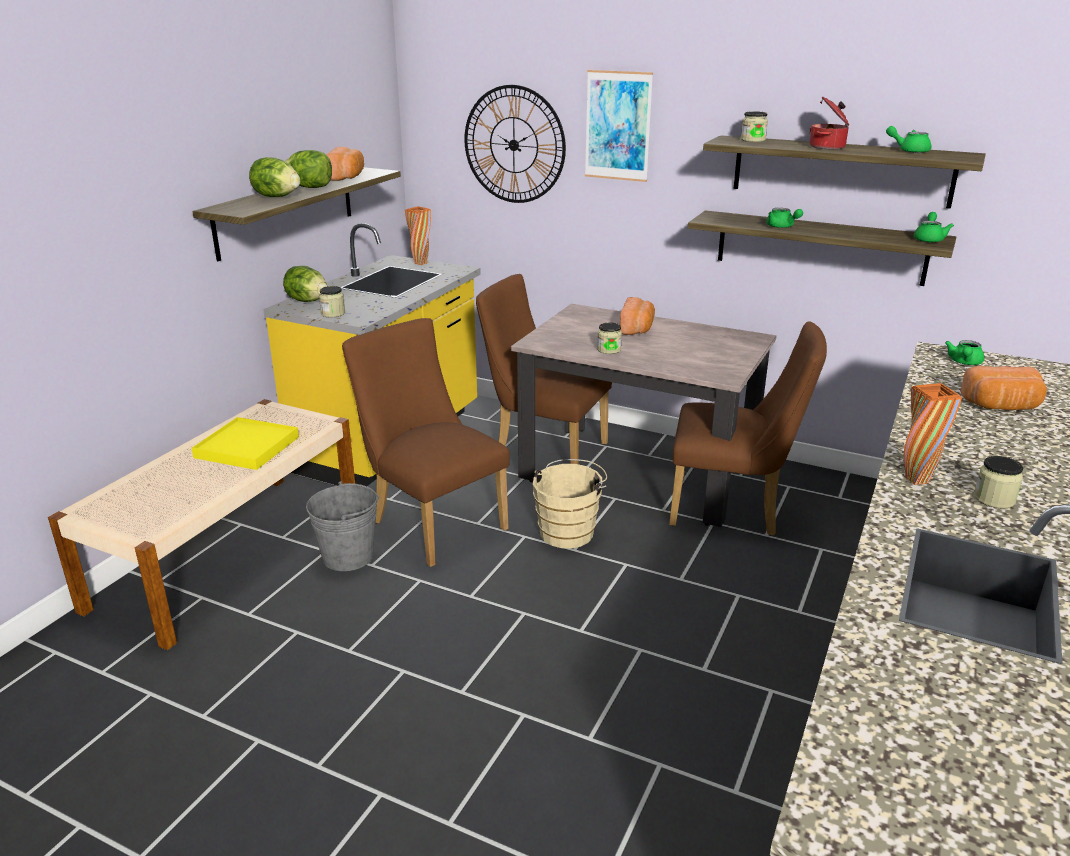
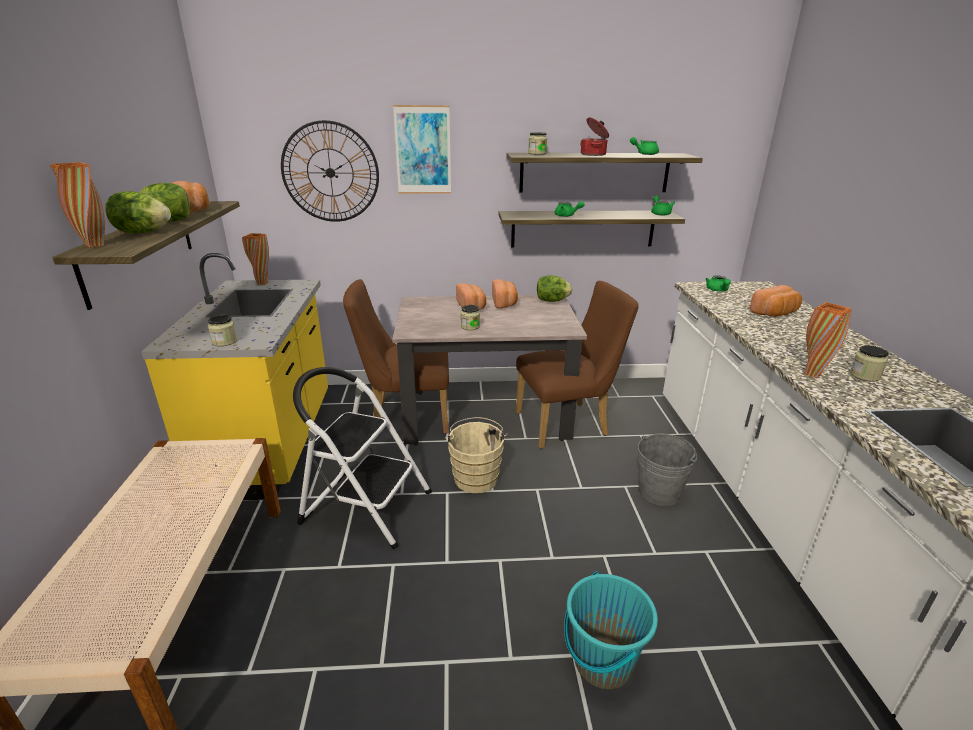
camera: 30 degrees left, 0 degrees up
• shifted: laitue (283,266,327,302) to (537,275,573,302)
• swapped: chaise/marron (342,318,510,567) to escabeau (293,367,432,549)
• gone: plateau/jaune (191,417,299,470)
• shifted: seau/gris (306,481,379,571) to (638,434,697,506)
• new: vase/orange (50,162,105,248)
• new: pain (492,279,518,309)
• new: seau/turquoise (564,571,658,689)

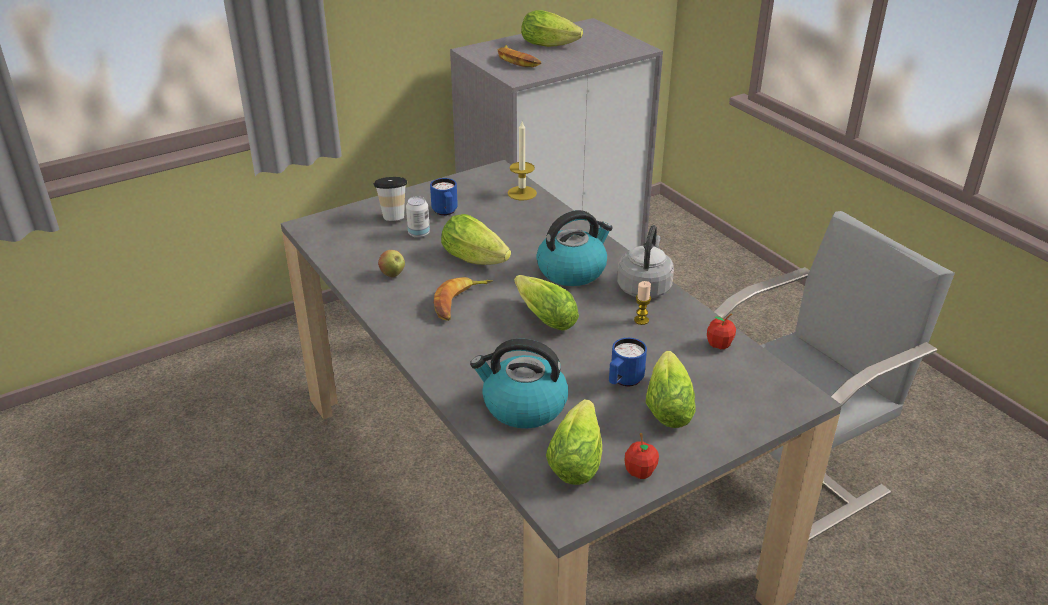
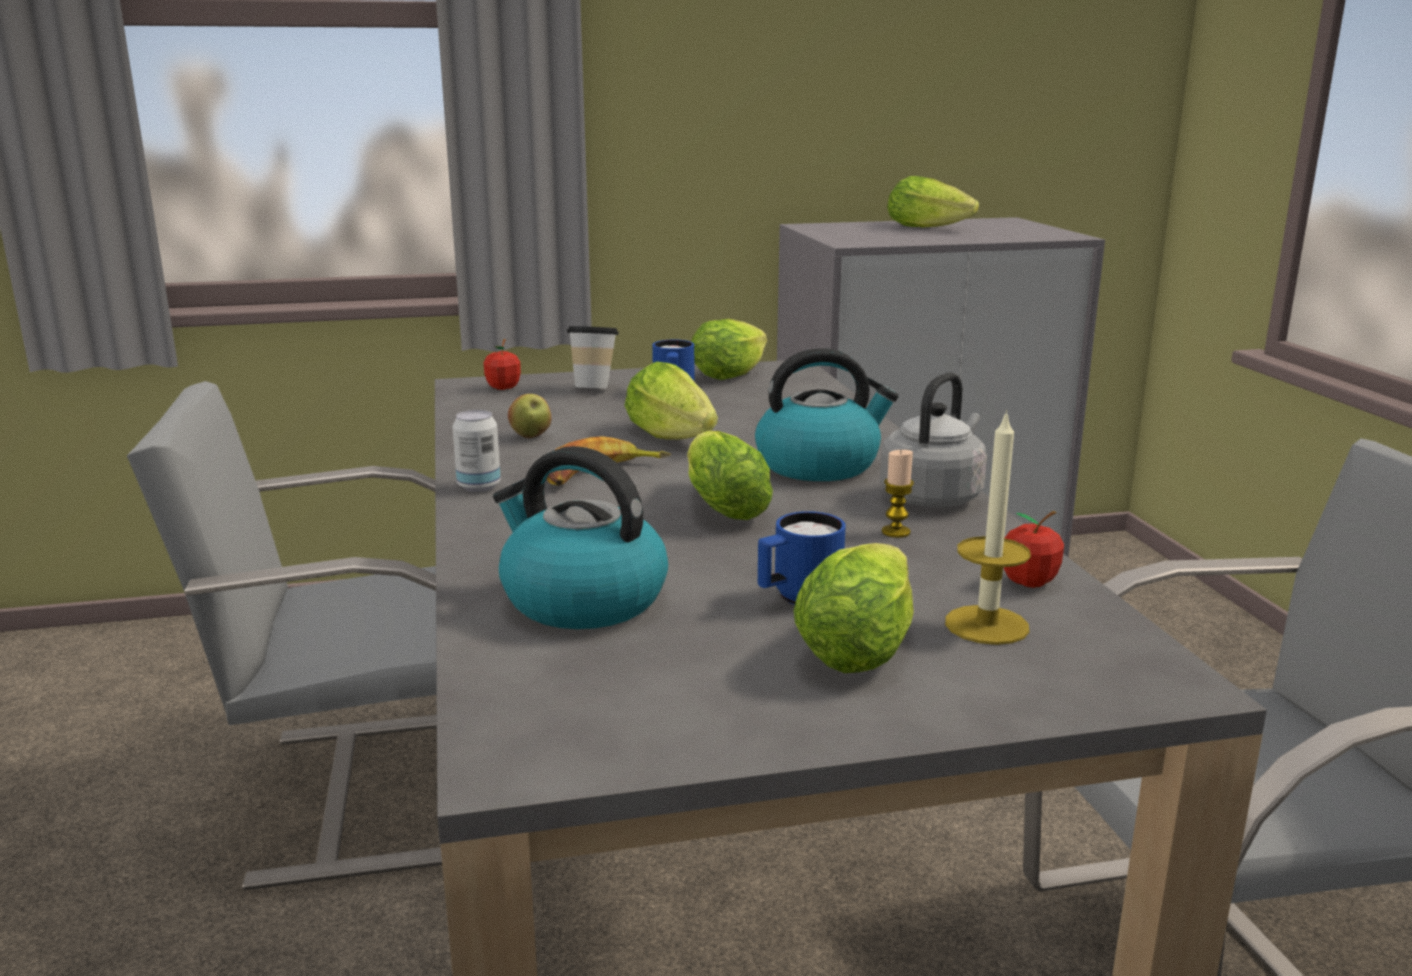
camera: 20 degrees right, 15 degrees down
• gone: banane (497,45,541,67)
• shifted: bougie (508,122,537,201) to (945,410,1031,645)
• shifted: boîte métallique (406,196,430,238) to (453,410,501,492)
• shifted: laitue (546,399,602,485) to (691,319,767,380)
• shifted: pomme (625,433,659,479) to (484,339,521,390)
• new: chaise/gris (127,381,442,890)

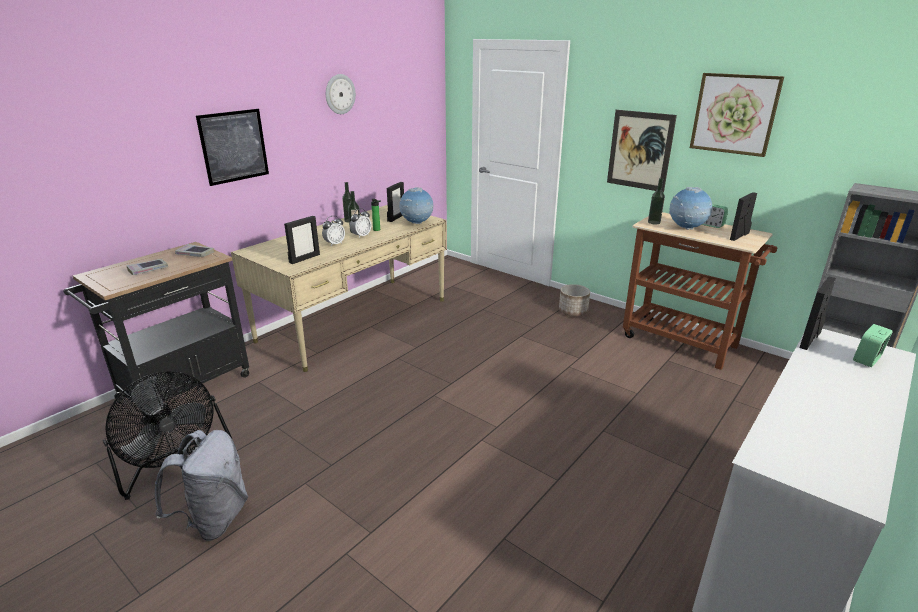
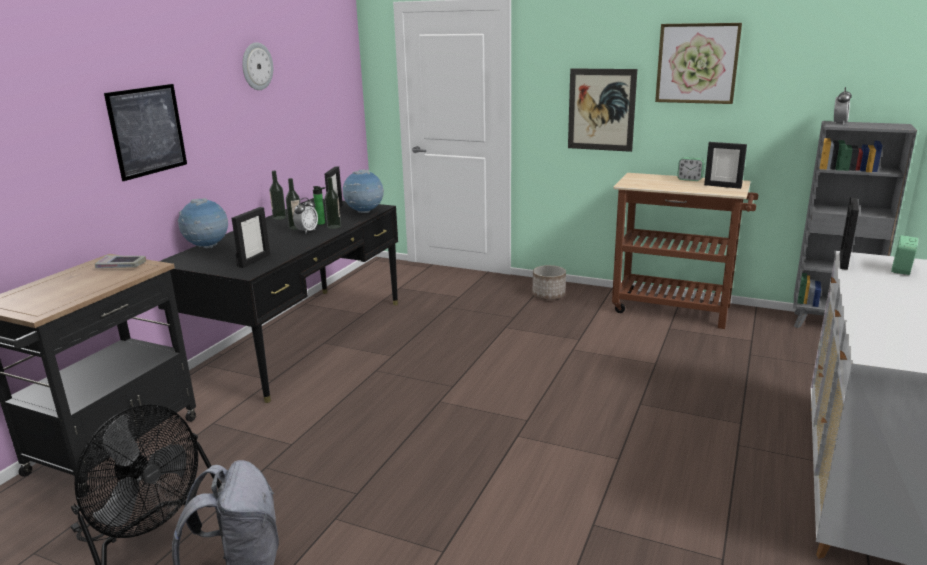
camera: 15 degrees left, 5 degrees down
• shifted: bouteille (648,178,665,224) to (325,177,341,229)
• shifted: globe (669,187,713,230) to (178,198,228,249)
• rotated: cadre photo (730,192,757,241) = (704,142,747,189) 90 degrees counterclockwise
• repainted: bureau/beige (231,205,447,372) to bureau/noir (158,198,398,403)
• shifted: réveil (322,216,345,247) to (834,87,852,125)
• gone: livre (126,259,168,275)

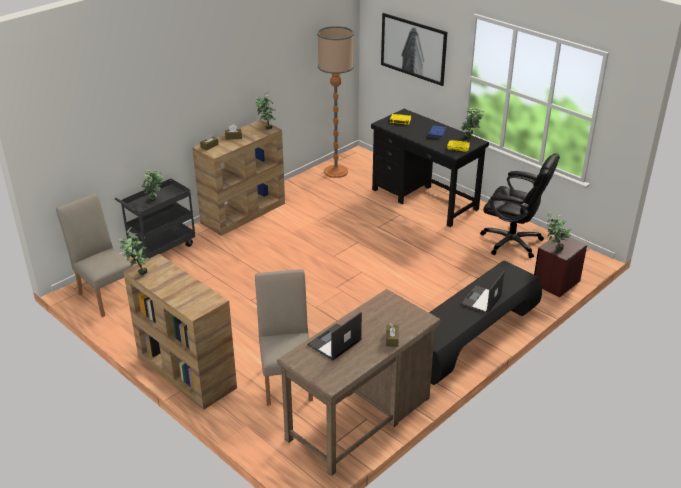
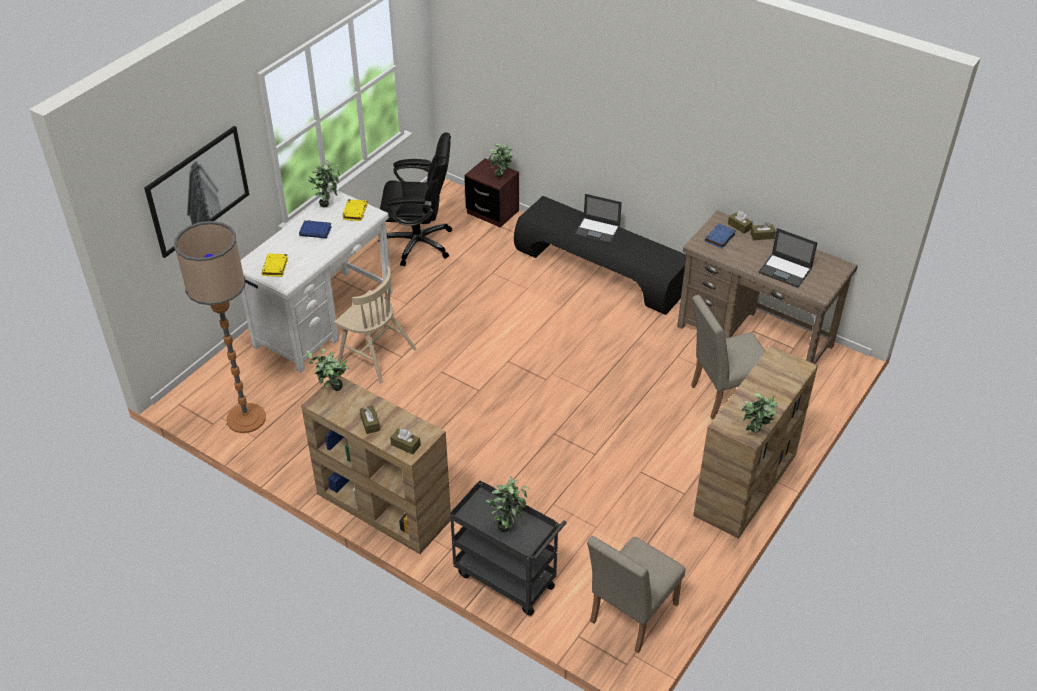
camera: 100 degrees left, 10 degrees up
• repainted: bureau/noir (371,109,489,227) to bureau/blanc (241,190,393,373)
• rotated: chaise de bureau/noir (480,153,560,258) = (380,133,452,266) 75 degrees clockwise
• new: boîte à mouchoirs/marron (728,211,753,234)
• new: livre/bleu (705,224,736,249)
• new: chaise/beige (334,266,417,383)

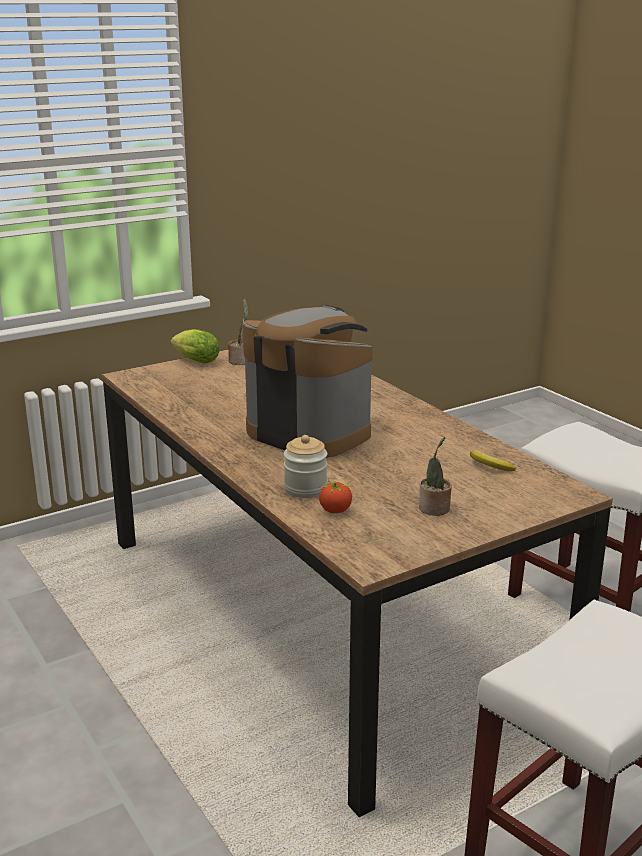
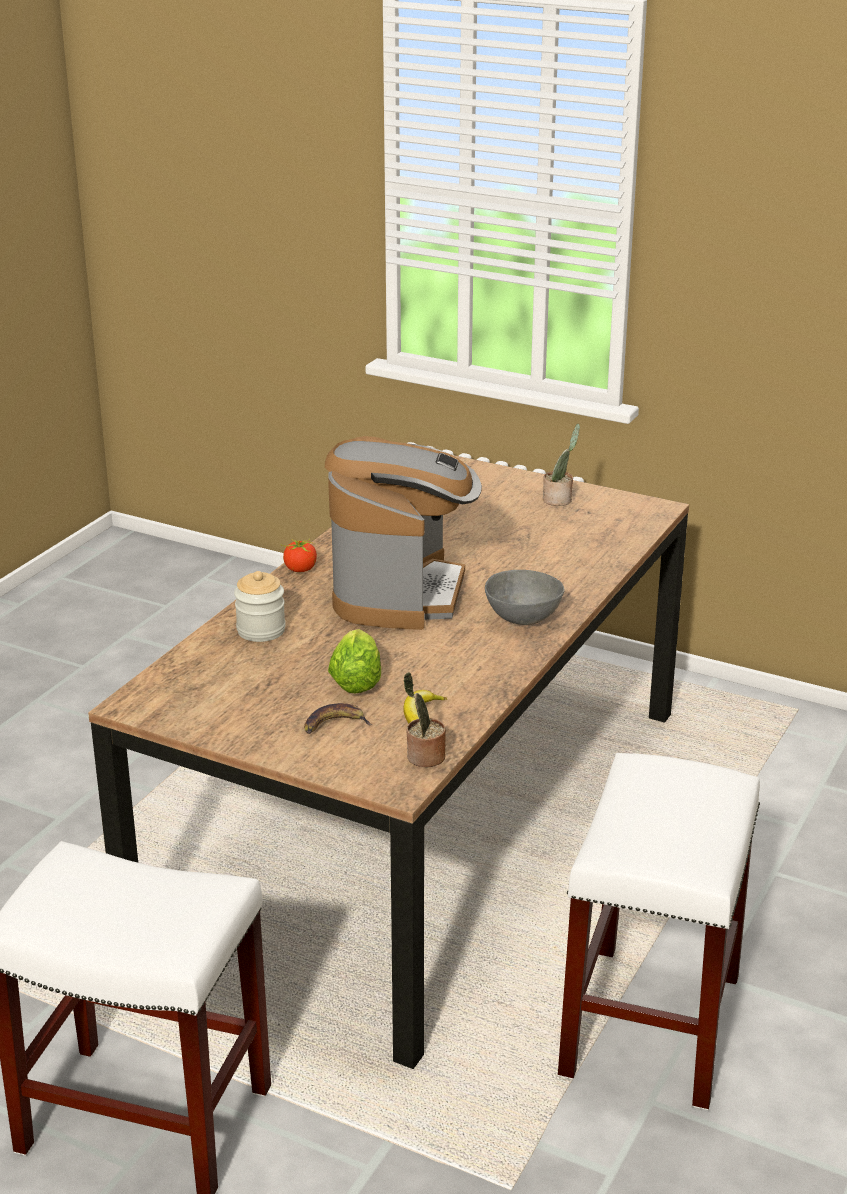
camera: 60 degrees right, 5 degrees up
• shifted: laitue (171,329,219,363) to (328,629,381,693)
• shifted: plante en pot (419,437,452,516) to (403,672,446,767)
• shifted: tomate (319,480,352,514) to (281,539,317,572)
• new: bol/gris (485,570,565,625)
• new: banane (304,703,373,734)

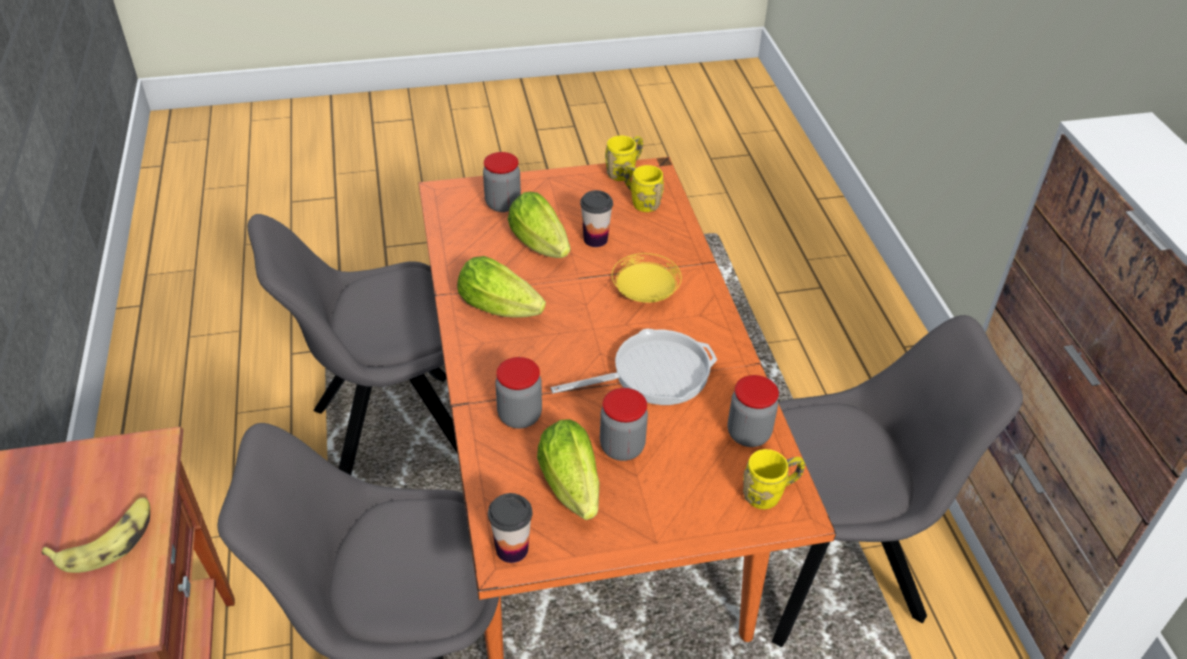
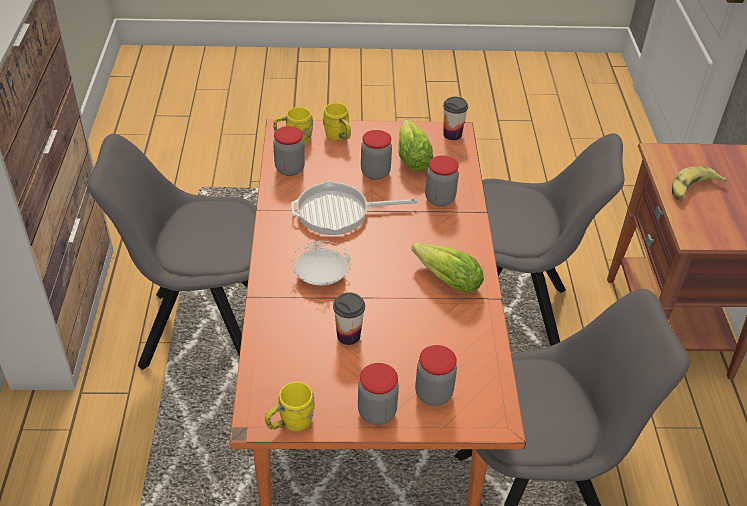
camera: 170 degrees left, 0 degrees up
• shifted: mug/jaune (624,165,664,212) to (323,103,351,140)
• gone: laitue (508,192,571,258)
• repainted: assiette/jaune (612,253,682,303) to assiette/blanc (291,241,351,285)
• new: bocal (358,363,399,425)

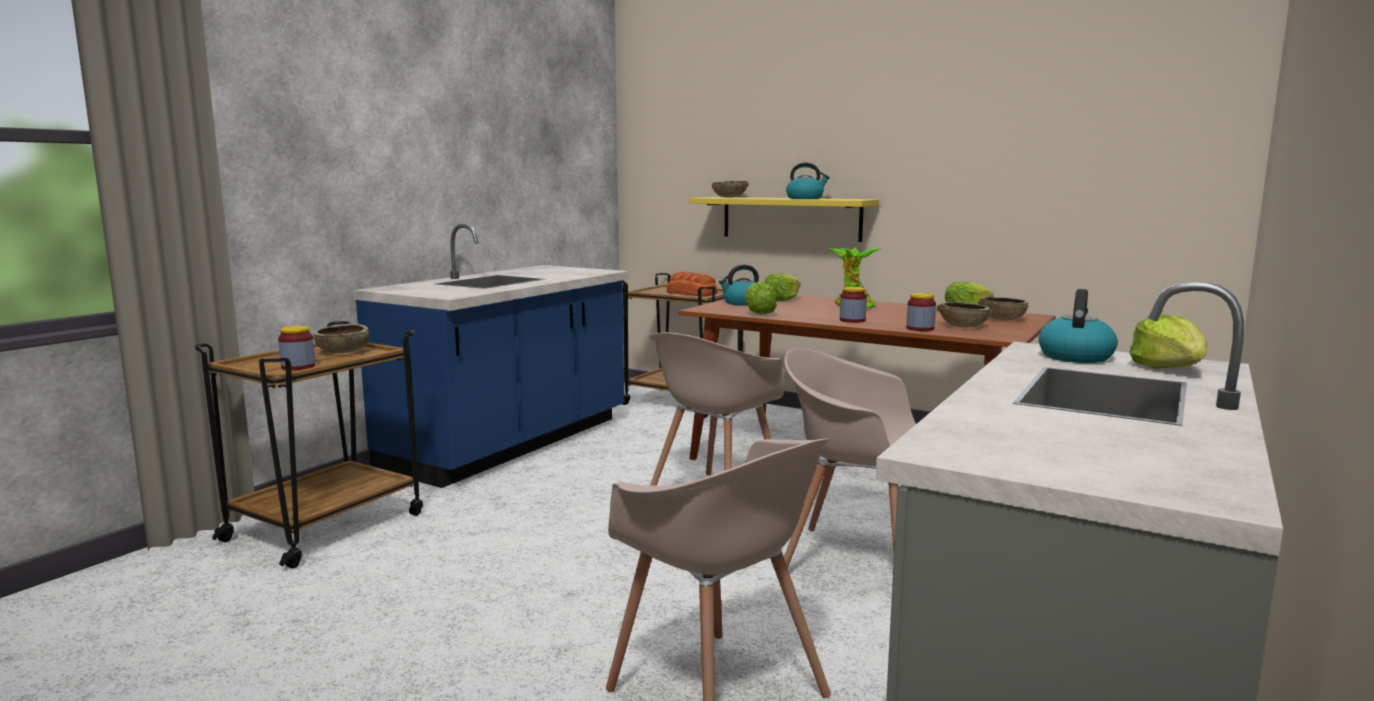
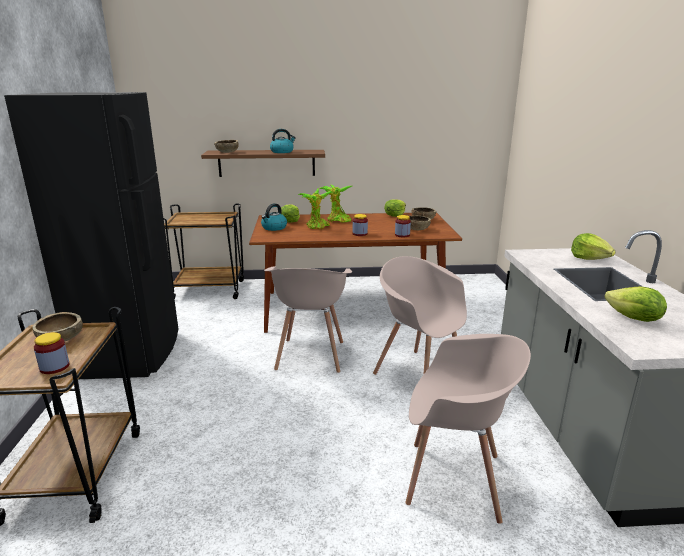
camera: 35 degrees left, 10 degrees up
• repainted: étagère/jaune (689,197,879,242) to étagère/marron (201,150,325,177)
• swapped: comptoir de cuisine/bleu (353,224,629,488) to réfrigérateur/noir (4,92,178,379)
• gone: pain (667,272,718,296)
• shifted: laitue (745,282,777,315) to (604,286,667,322)
• gone: bouilloire (1039,289,1118,363)
• rotated: chaise/beige (784,348,916,568) = (373,256,467,375) 60 degrees clockwise
• new: plante en pot (298,188,334,230)

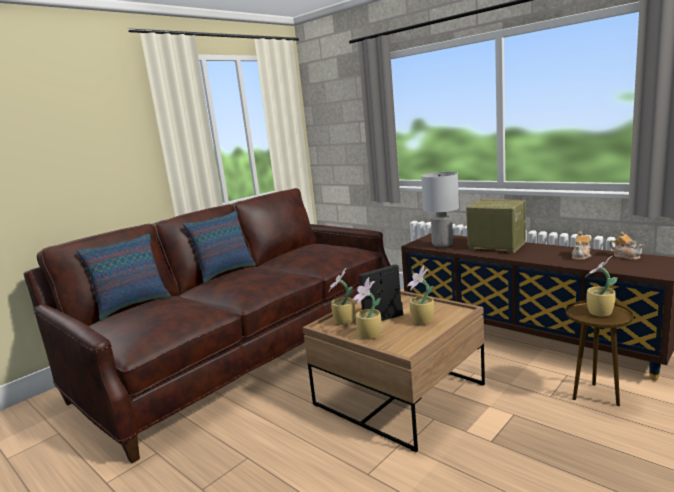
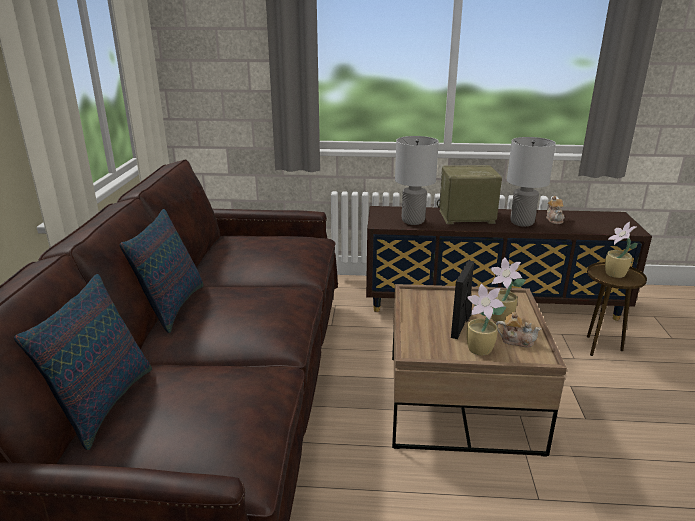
camera: 40 degrees left, 10 degrees up
• shifted: théière (609,231,644,260) to (496,312,541,347)
• gone: plante en pot (329,268,355,325)
• new: lampe de table/gris (507,137,556,227)

